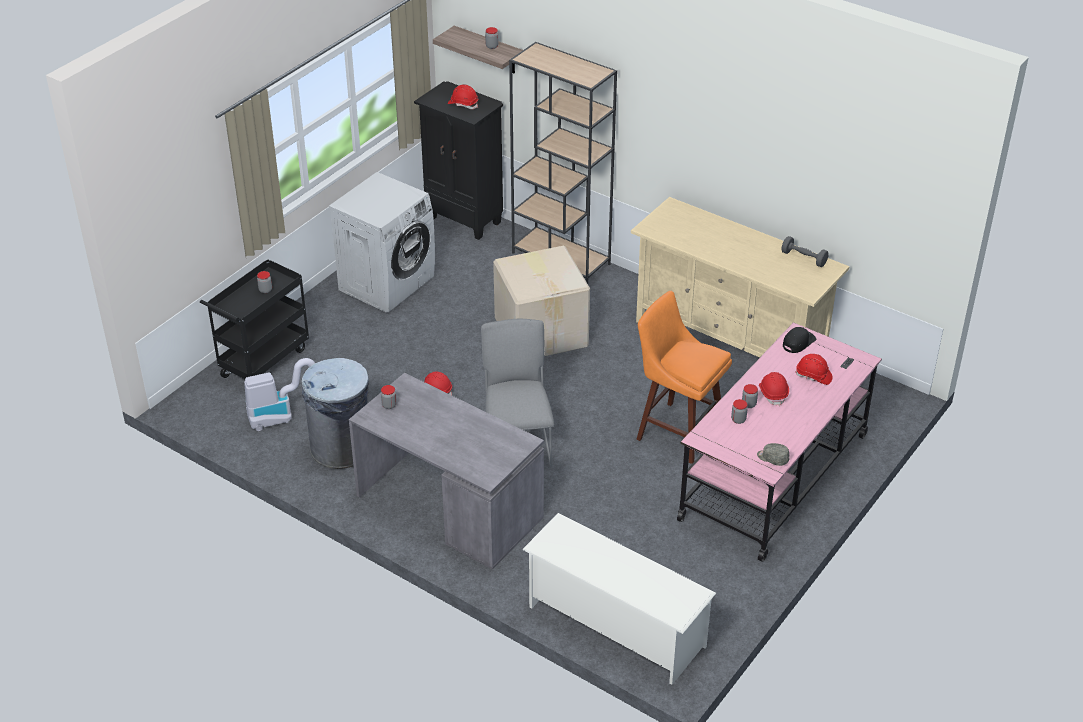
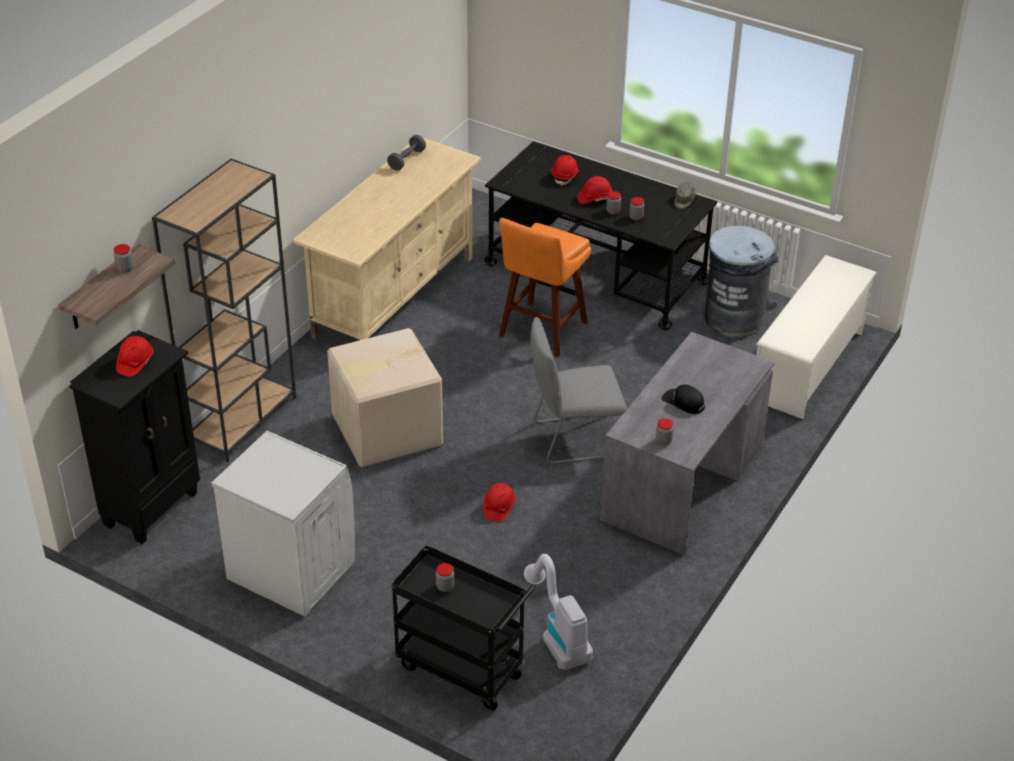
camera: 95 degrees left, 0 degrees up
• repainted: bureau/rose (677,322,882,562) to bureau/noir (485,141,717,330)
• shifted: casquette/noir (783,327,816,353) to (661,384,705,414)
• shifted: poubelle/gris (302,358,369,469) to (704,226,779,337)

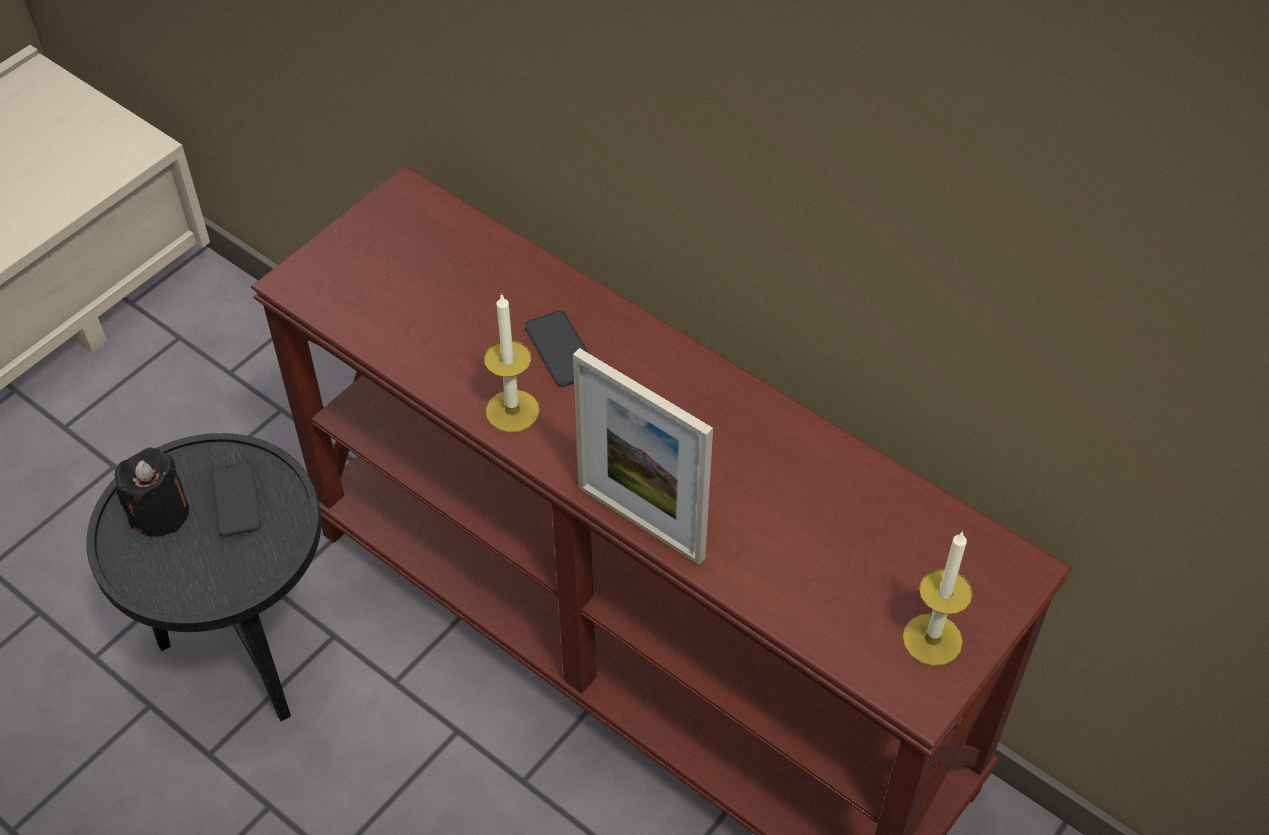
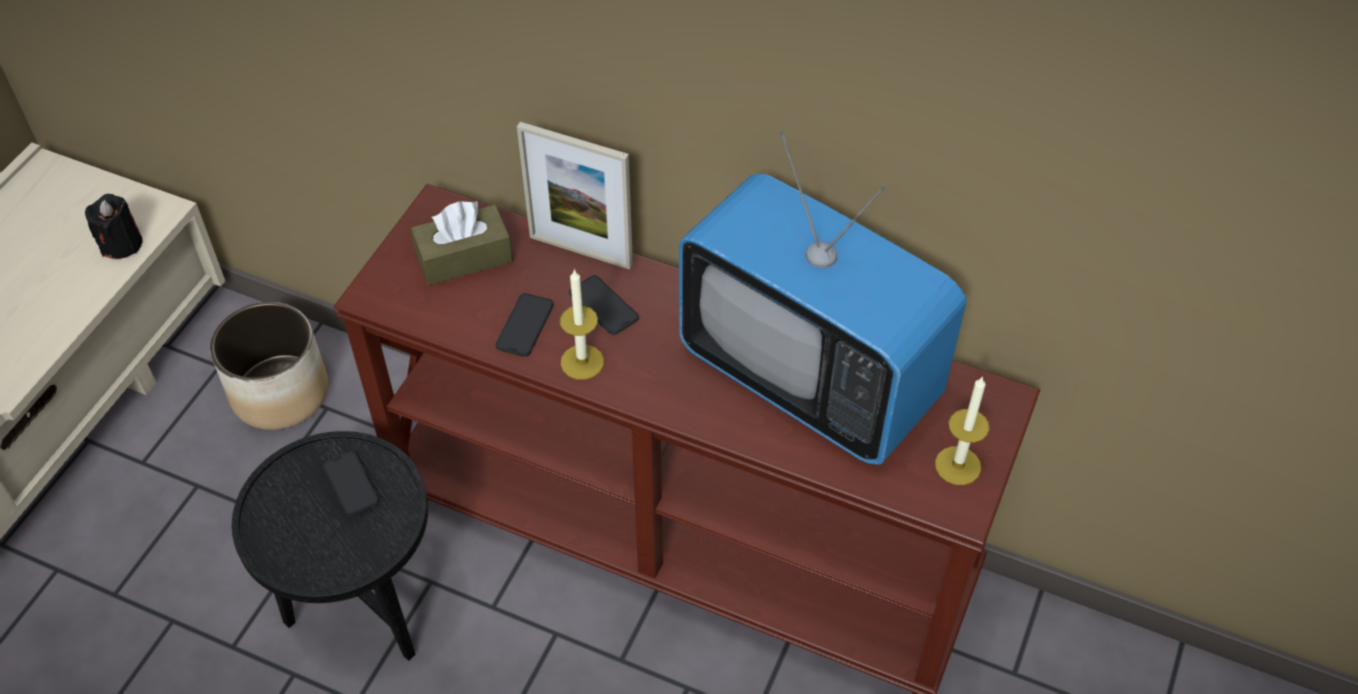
camera: 15 degrees left, 0 degrees up
• shifted: cadre photo (573,348,713,565) to (517,122,633,269)
• shifted: bougie/noir (115,448,189,537) to (85,194,143,259)
• new: téléviseur (679,131,967,465)
• new: boîte à mouchoirs/marron (411,201,513,285)
• new: téléphone (495,293,554,357)
• new: cache-pot (210,302,328,430)

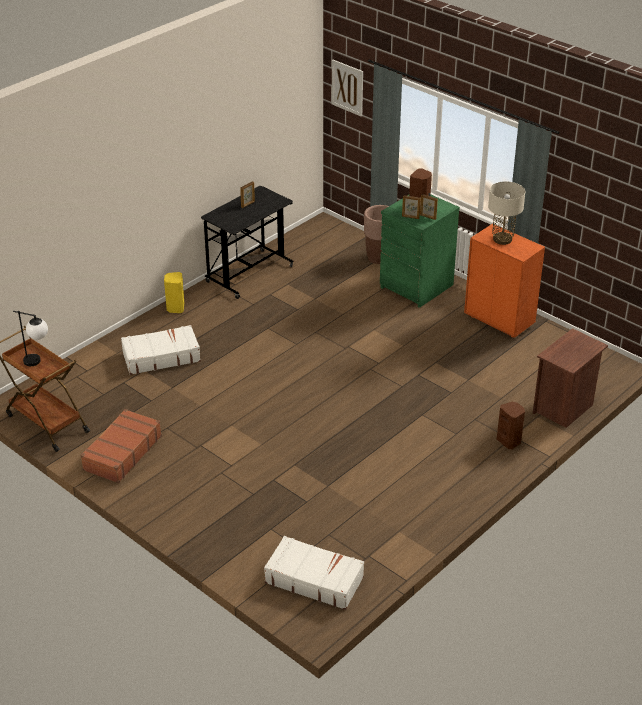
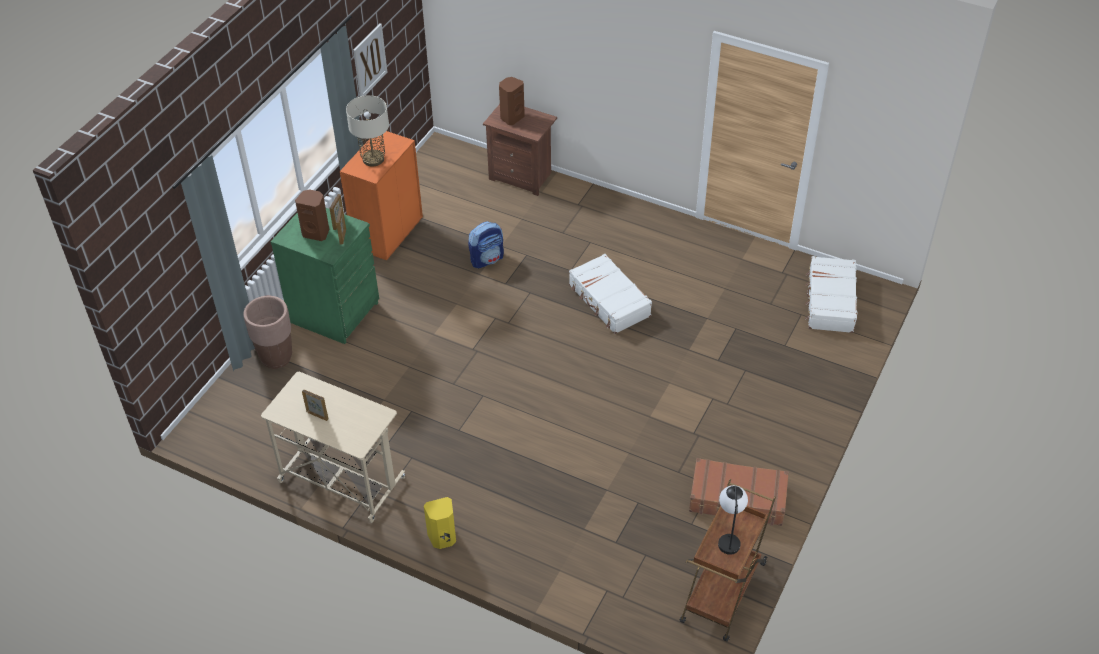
camera: 105 degrees left, 10 degrees up
• shifted: tableau (332,60,363,116) to (353,23,387,96)
• repainted: bureau/noir (201,186,294,299) to bureau/beige (261,372,405,523)
• shifted: valise/blanc (121,325,201,375) to (569,254,652,334)
• shifted: enceinte/marron (497,402,525,449) to (499,77,525,125)
• new: sac à dos (468,221,504,268)

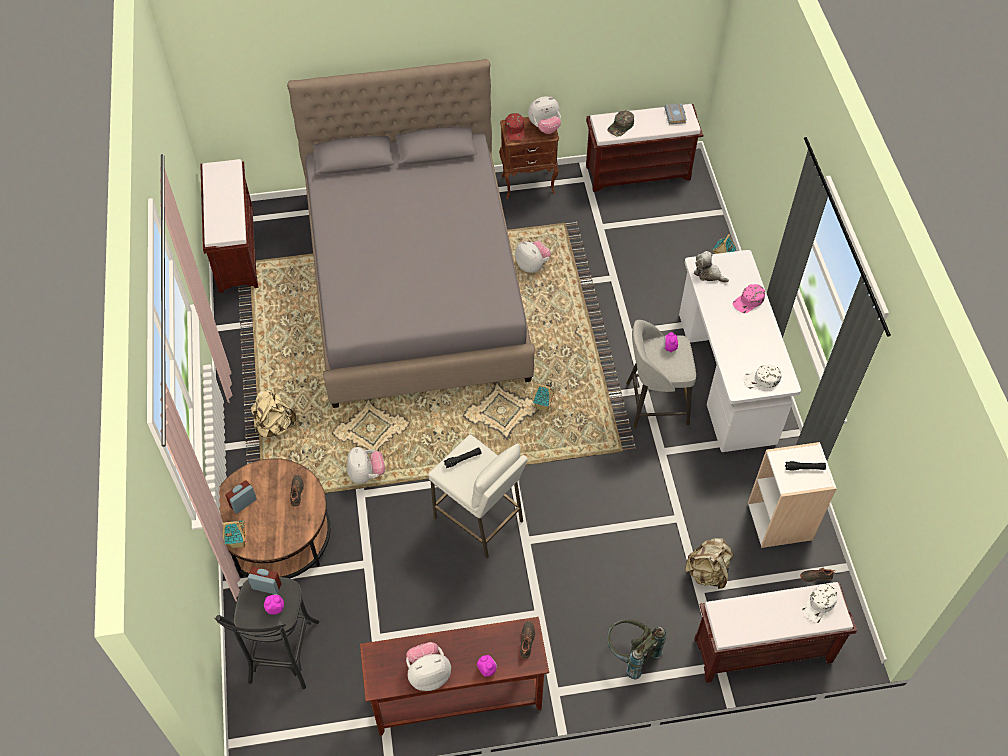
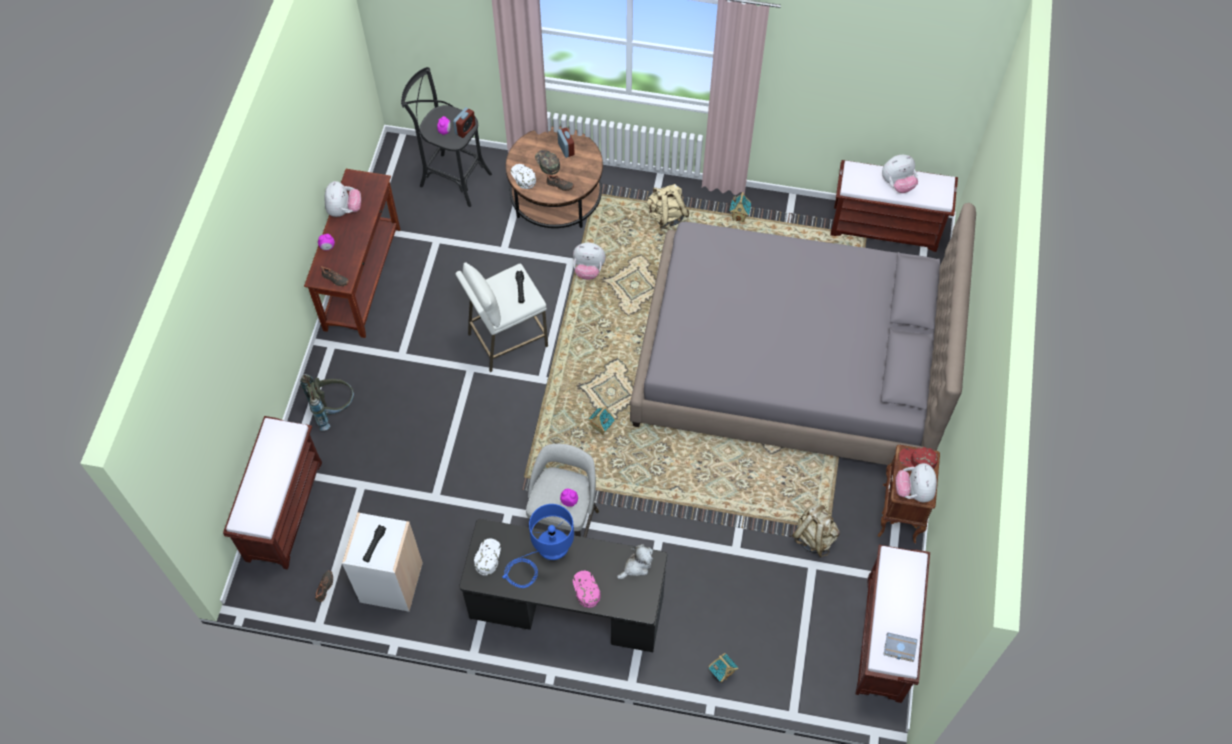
camera: 110 degrees right, 5 degrees up
• shifted: casquette/vert (607,111,634,137) to (535,150,560,175)
• shifted: peluche (515,241,551,273) to (882,155,918,193)
• repainted: bureau/blanc (679,250,801,452) to bureau/noir (459,519,667,652)
• shifted: maison miniature (222,520,246,549) to (729,192,751,222)
• shifted: sac à dos/beige (685,538,734,589) to (792,504,840,558)
• shifted: casquette/blanc (802,584,838,623) to (511,164,536,189)
• new: lampe de table/bleu (502,504,574,588)

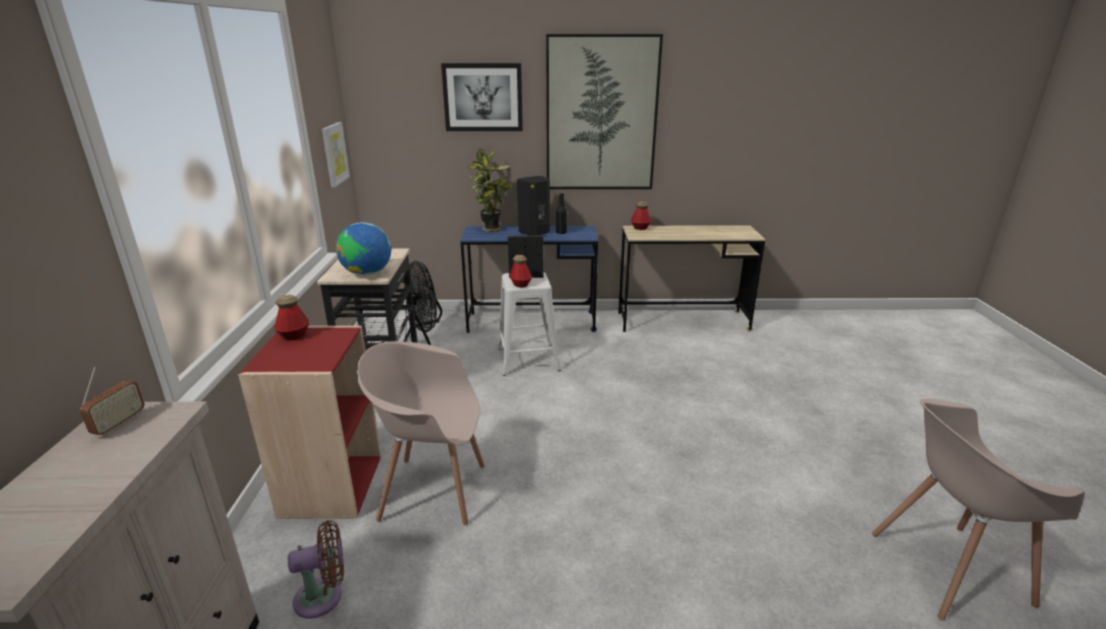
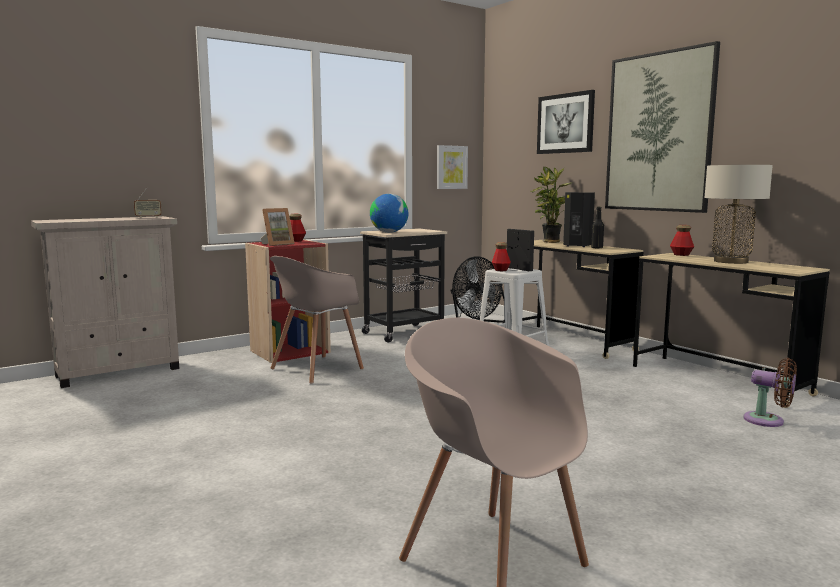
camera: 55 degrees right, 15 degrees down
• repainted: bureau/bleu (460,226,598,333) to bureau/beige (511,240,643,359)
• rotated: chaise/beige (357,341,485,525) = (270,256,364,384) 105 degrees counterclockwise
• shifted: ventilateur/marron (288,521,344,619) to (743,358,797,427)
• new: lampe de table (704,165,773,264)
• new: cadre photo (261,208,295,246)

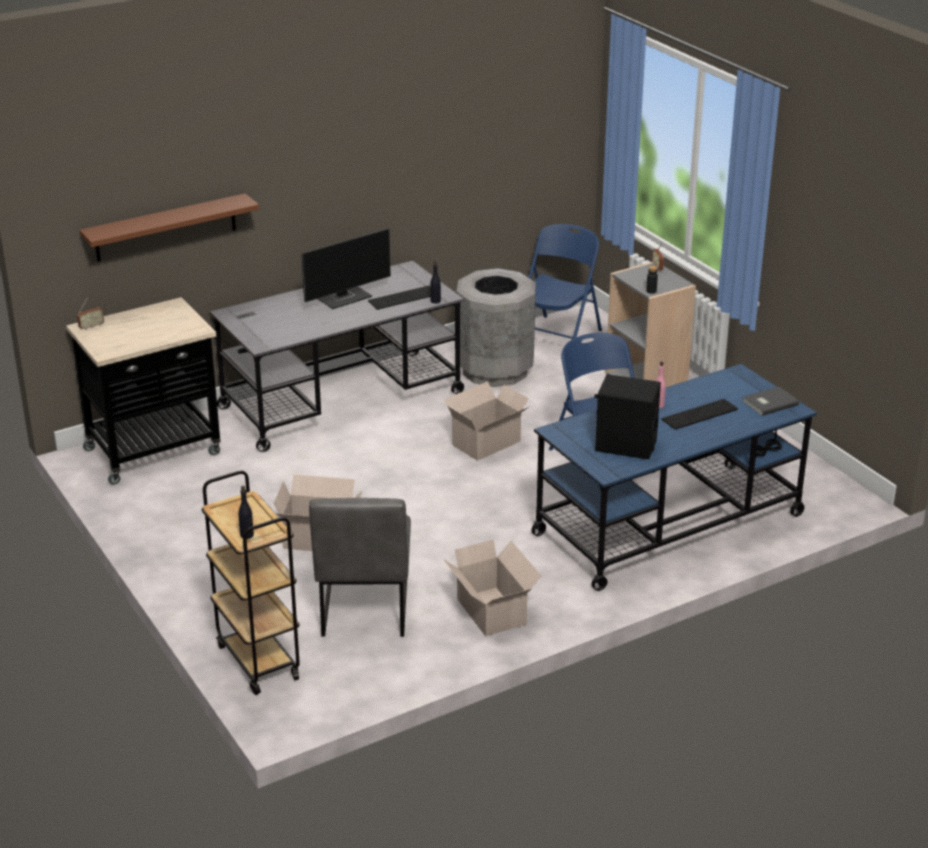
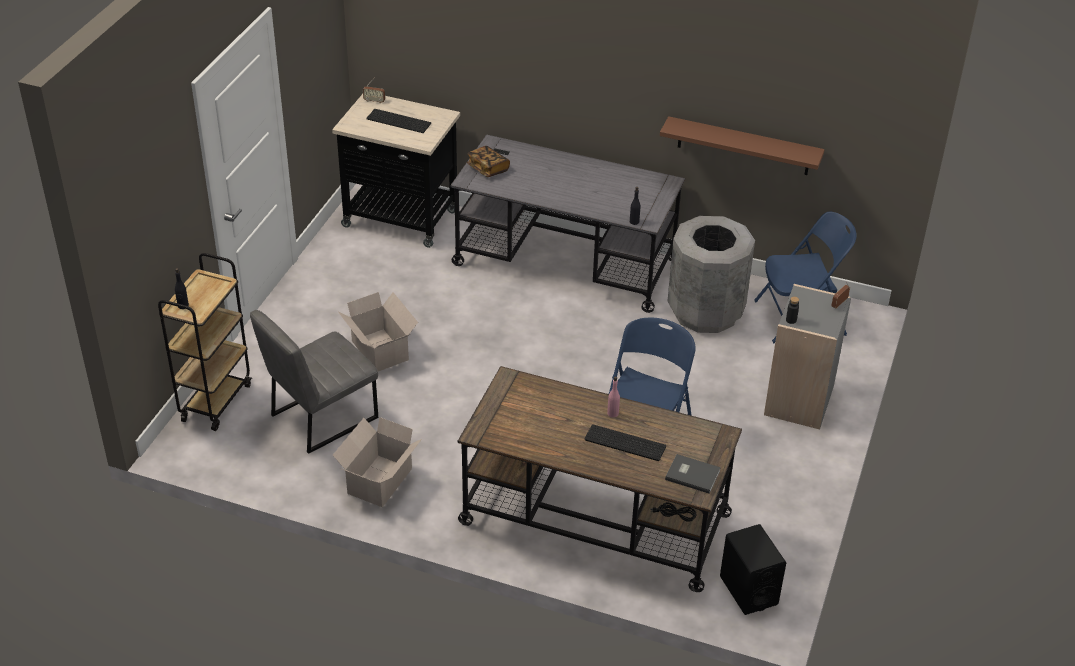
camera: 50 degrees right, 10 degrees up
• shifted: étagère/marron (79,194,259,262) to (660,116,825,175)
• gone: écran d'ordinateur (302,228,391,309)
• shifted: clavier (368,286,431,310) to (366,109,431,133)
• repainted: bureau/bleu (532,364,817,591) to bureau/marron (458,366,742,592)
• shifted: enceinte/noir (594,374,661,459) to (720,524,786,615)
• gone: carton (444,381,530,461)
• new: livre (467,146,510,177)

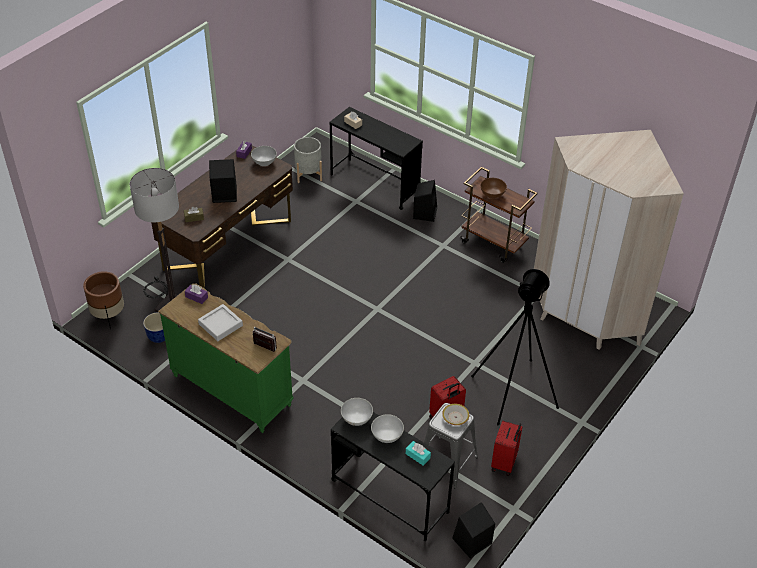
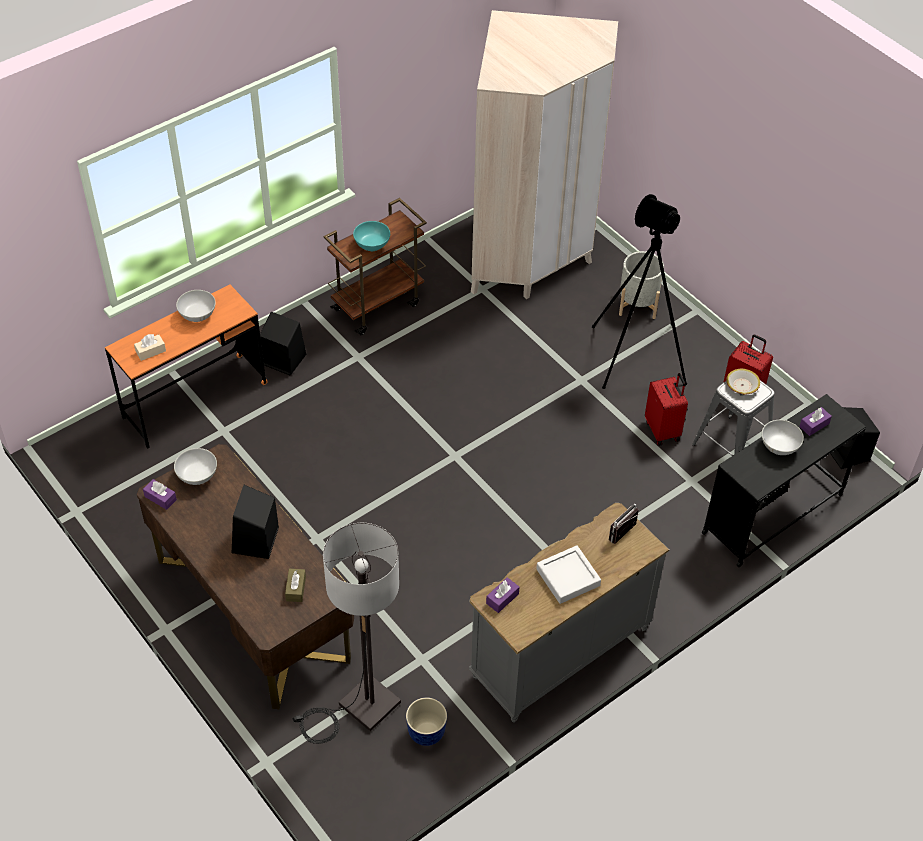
camera: 75 degrees left, 5 degrees up
• repainted: bureau/noir (329,107,423,210) to bureau/orange (105,284,268,449)
• shifted: cache-pot/gris (294,137,322,183) to (619,251,664,319)
• repainted: bol/marron (480,178,507,199) to bol/turquoise (353,221,390,251)
• gone: cache-pot/marron (83,271,124,329)
• repainted: commode/vert (158,283,293,433) to commode/gris (469,503,669,723)
• shifted: bol/blanc (341,398,373,426) to (176,290,216,322)
• repainted: boîte à mouchoirs/turquoise (406,441,431,466) to boîte à mouchoirs/violet (799,407,832,436)

